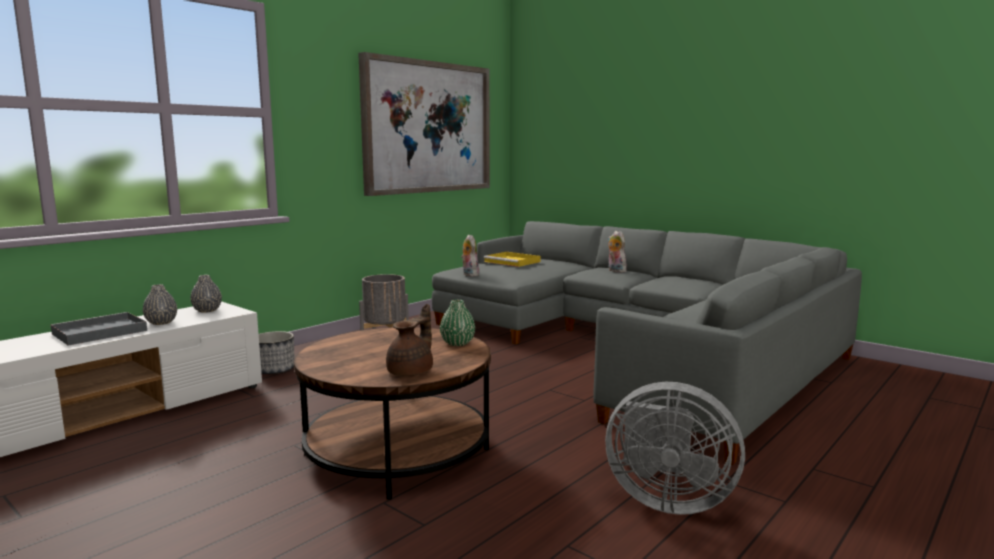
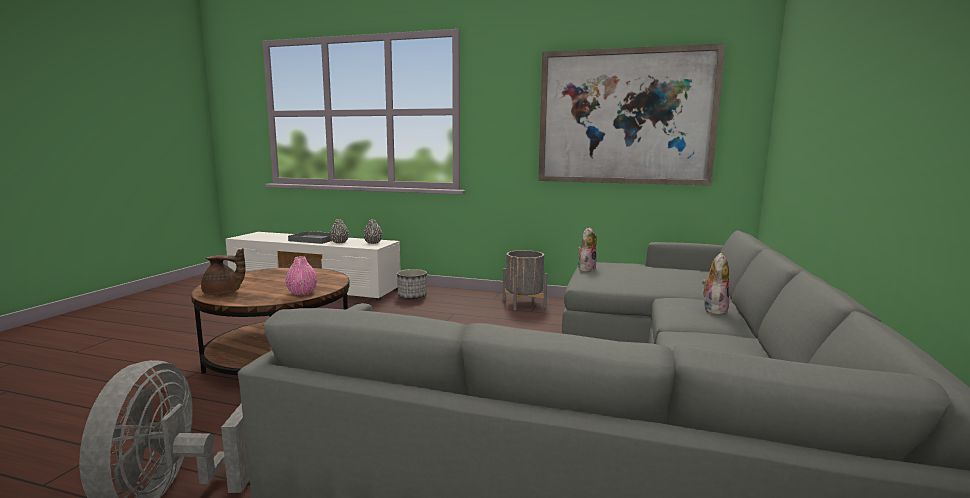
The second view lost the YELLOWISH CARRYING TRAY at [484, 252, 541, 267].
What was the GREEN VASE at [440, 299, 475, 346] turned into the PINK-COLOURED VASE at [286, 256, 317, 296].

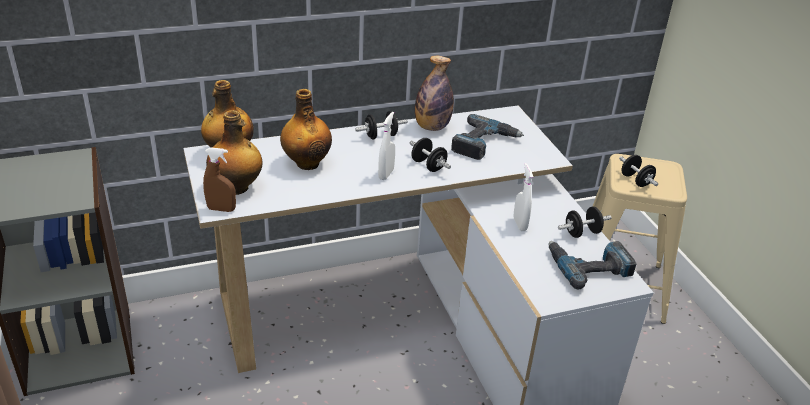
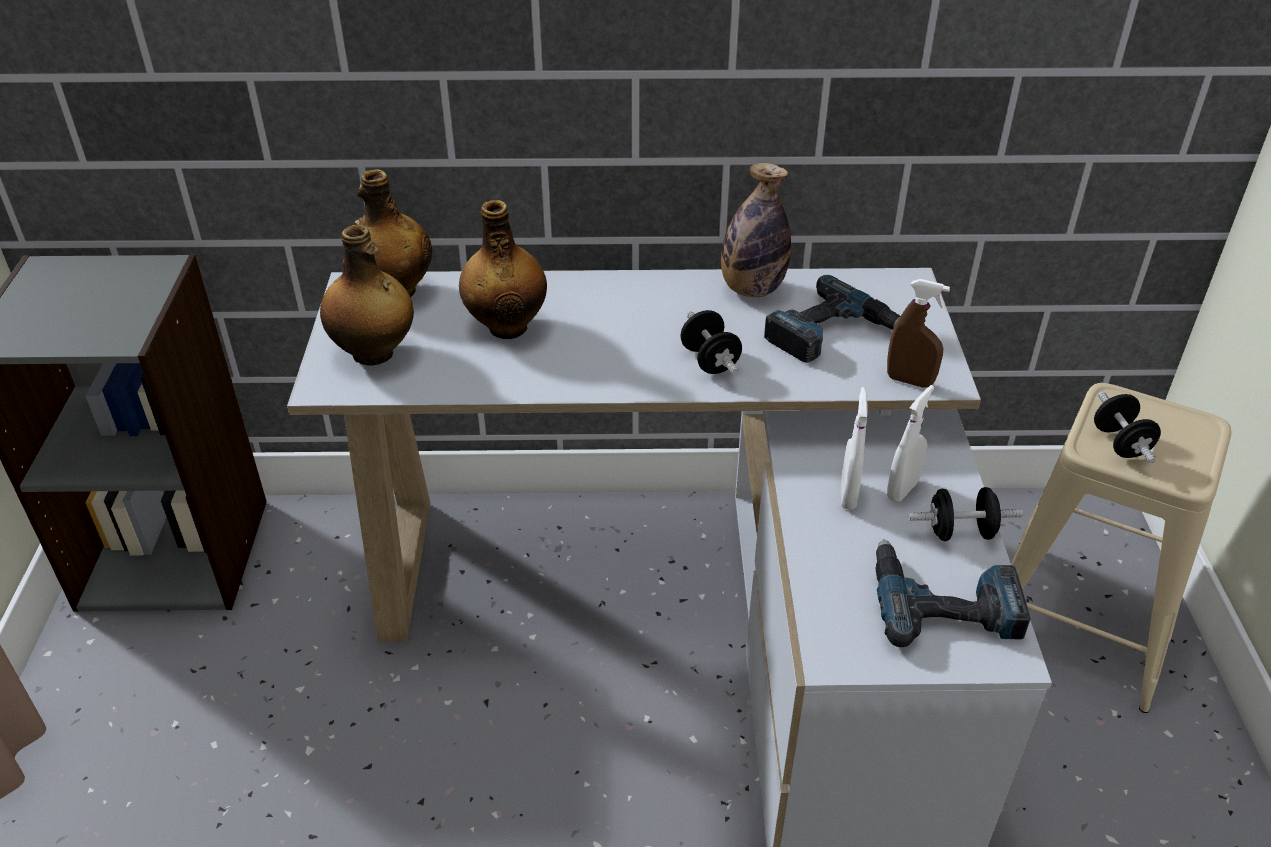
The second view lost the BLACKISH FREE WEIGHT at [355, 111, 408, 139].
The BROWN SPRAYER ended up elsewhere, having gone from [203, 147, 236, 212] to [887, 279, 950, 388].
The WHITE-COLOURED SPRAYER ended up elsewhere, having gone from [378, 112, 395, 180] to [887, 385, 935, 502].

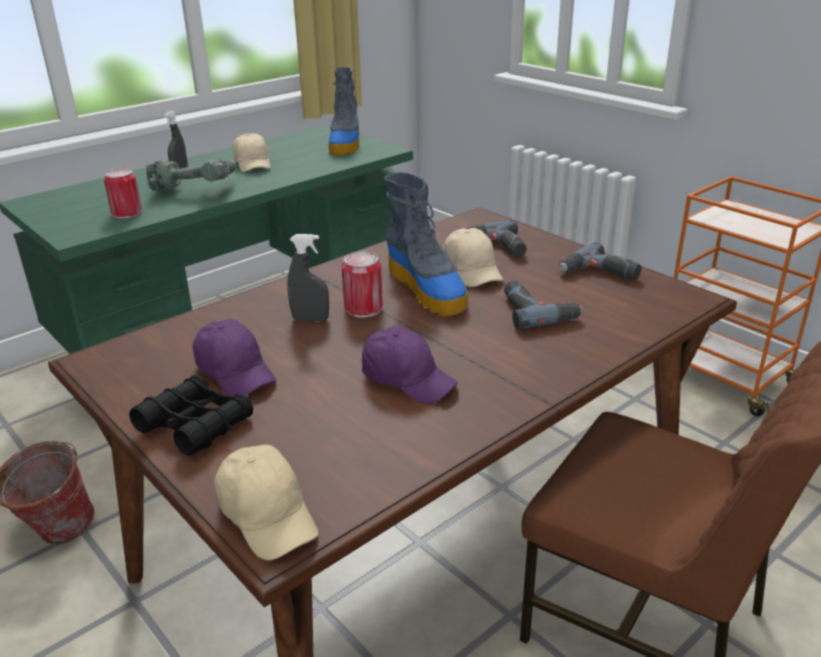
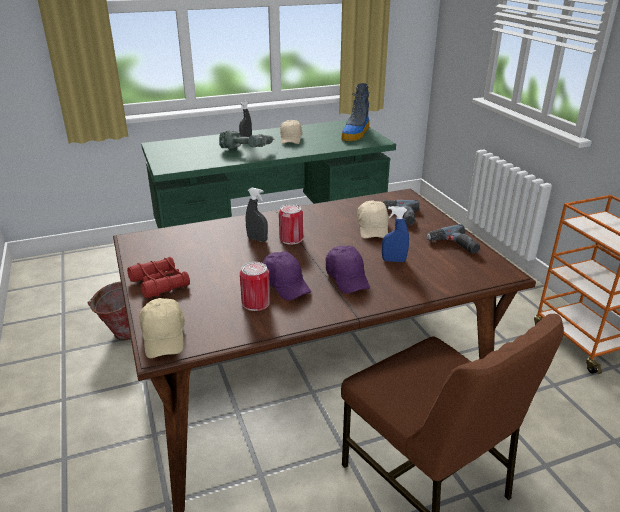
The second view lost the HIGH-TOP BOOT at [384, 172, 468, 316].
The METAL CAN ended up elsewhere, having gone from [104, 168, 142, 219] to [240, 262, 270, 311].
The PURPLE BASEBALL CAP ended up elsewhere, having gone from [192, 319, 276, 397] to [326, 246, 370, 294].
Where the POWER DRILL stood at [504, 280, 583, 329], the BLUE SPRAYER came to stand at [382, 206, 409, 262].
What was the BLACKISH PAIR OF BINOCULARS at [129, 375, 253, 455] turned into the RED-COLOURED PAIR OF BINOCULARS at [127, 257, 190, 298].

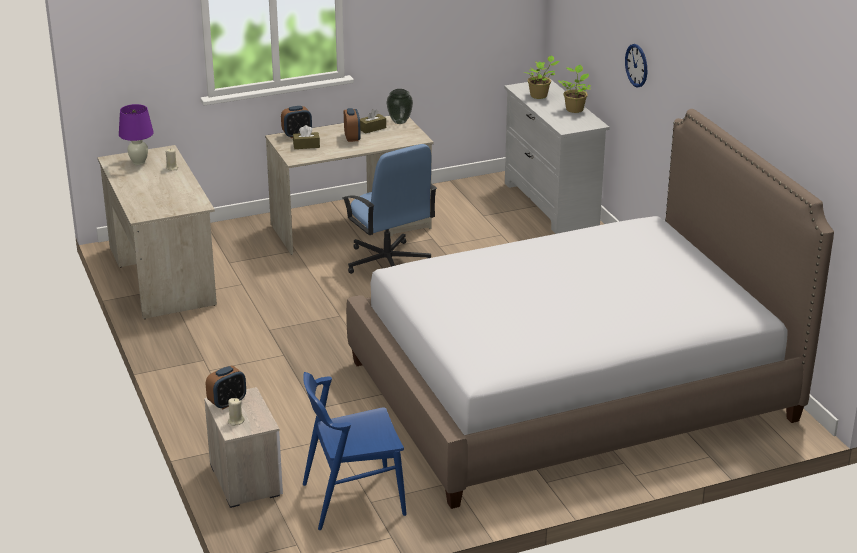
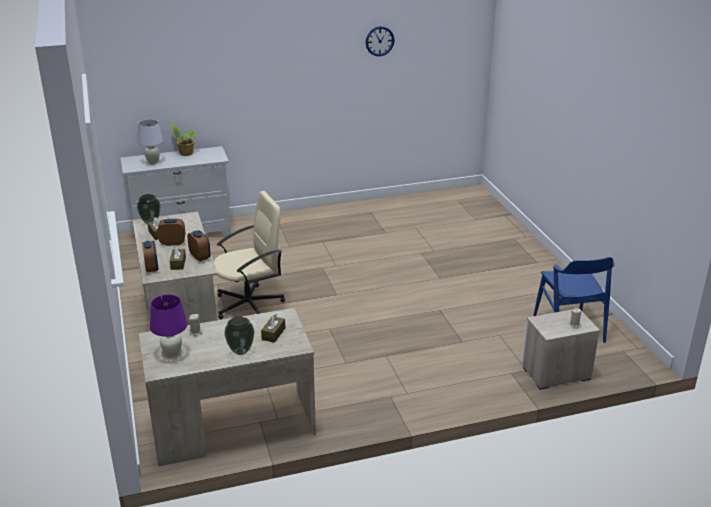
The second view lost the BEDROOM BED at [346, 109, 834, 509].
The second view gained the VASE at [224, 316, 254, 355].
The second view gained the BROWN BOX OF TISSUES at [261, 314, 285, 343].
The BEDSIDE CLOCK ended up elsewhere, having gone from [206, 366, 246, 409] to [187, 230, 211, 261].
The HANGING CLOCK ended up elsewhere, having gone from [625, 44, 647, 88] to [366, 26, 395, 56].
Where the POTTED PLANT stood at [523, 55, 560, 99], the WHITE-COLOURED LAMP FOR A TABLE came to stand at [138, 119, 163, 164].
What was the BLUE COMPUTER CHAIR at [342, 144, 437, 274] turned into the BEIGE COMPUTER CHAIR at [214, 191, 285, 319].

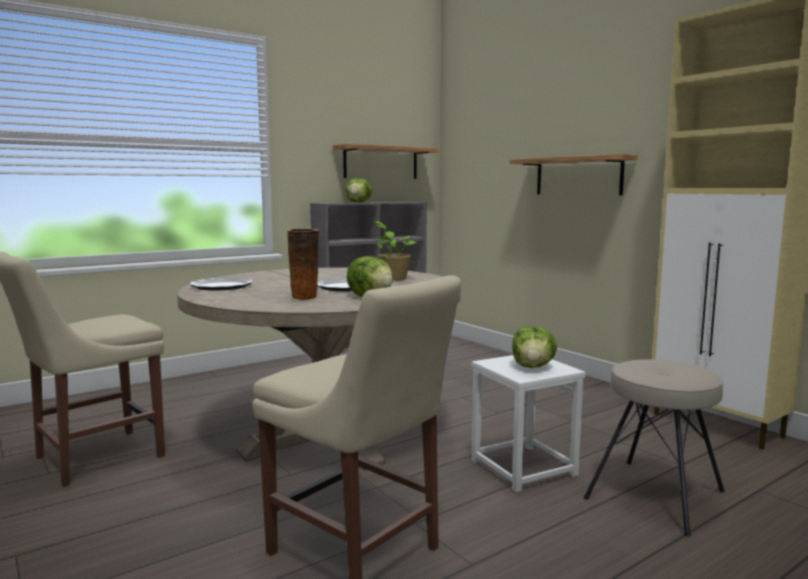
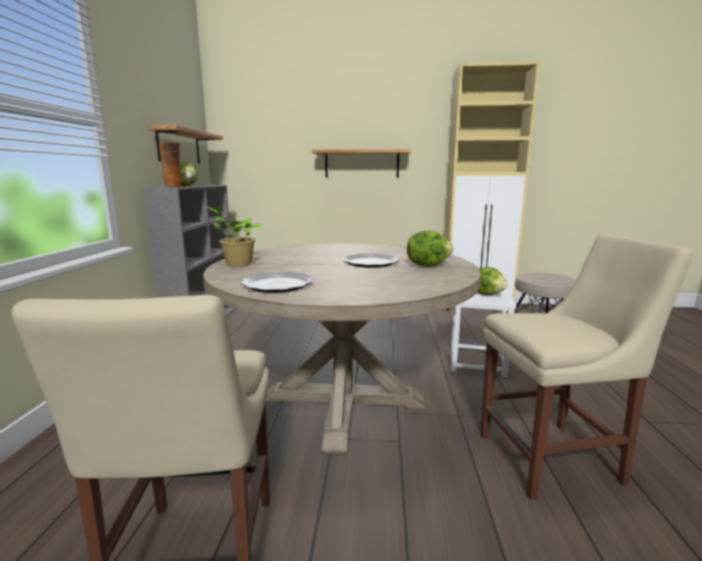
The VASE ended up elsewhere, having gone from [287, 228, 319, 300] to [158, 142, 181, 187].
The POTTED PLANT ended up elsewhere, having gone from [373, 221, 417, 281] to [205, 206, 262, 266].

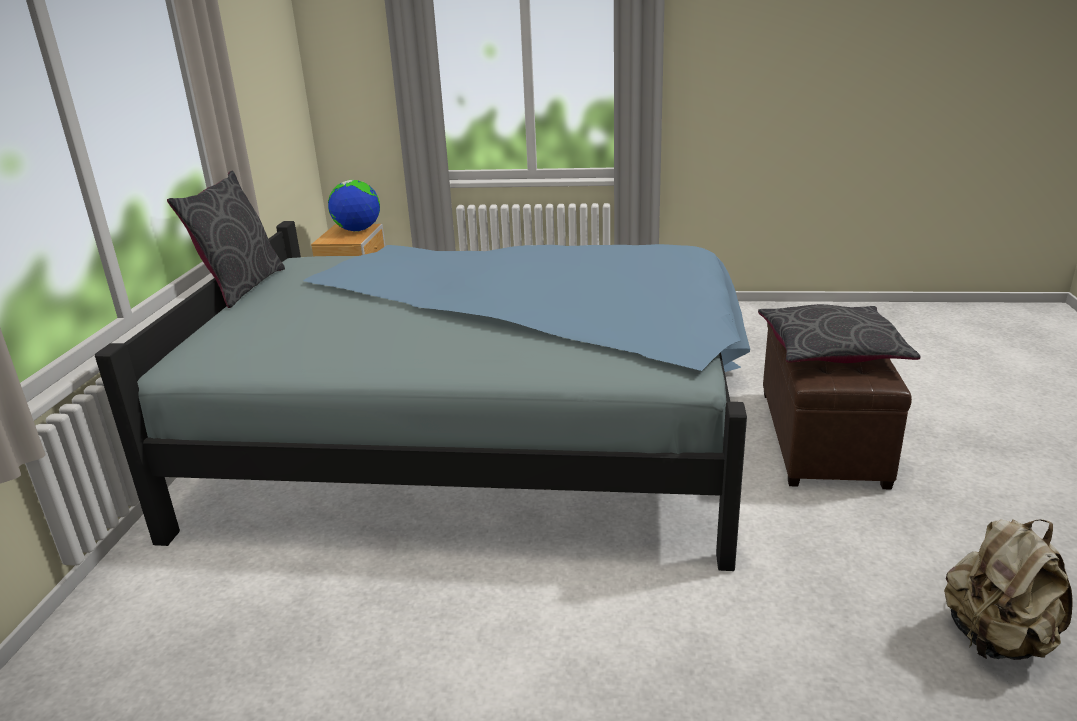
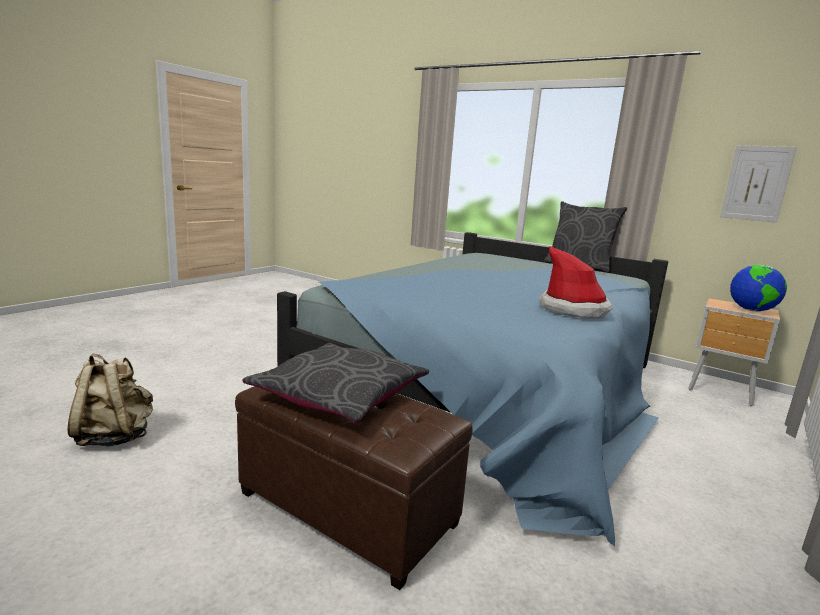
The second view gained the HAT at [539, 246, 613, 319].
The second view gained the PICTURE at [720, 145, 797, 223].

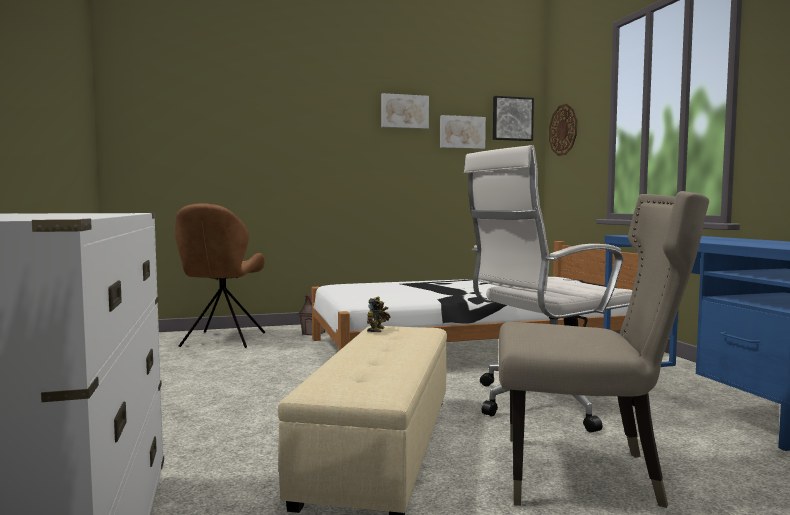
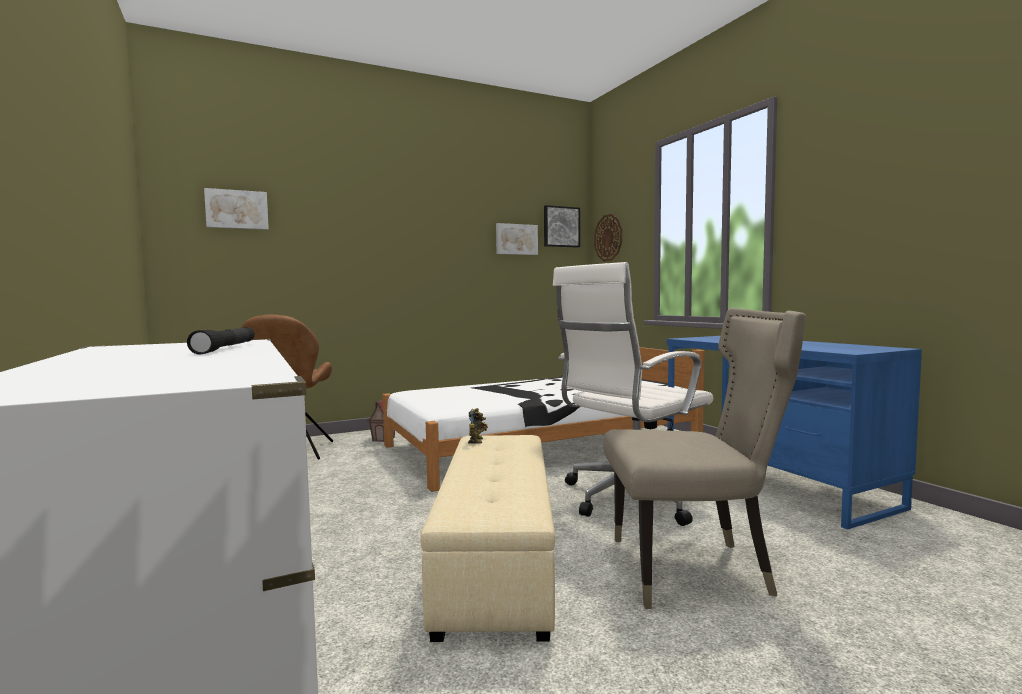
The second view gained the BLACKISH HAND TORCH at [187, 327, 255, 355].
The PICTURE ended up elsewhere, having gone from [381, 93, 429, 129] to [204, 188, 269, 230].

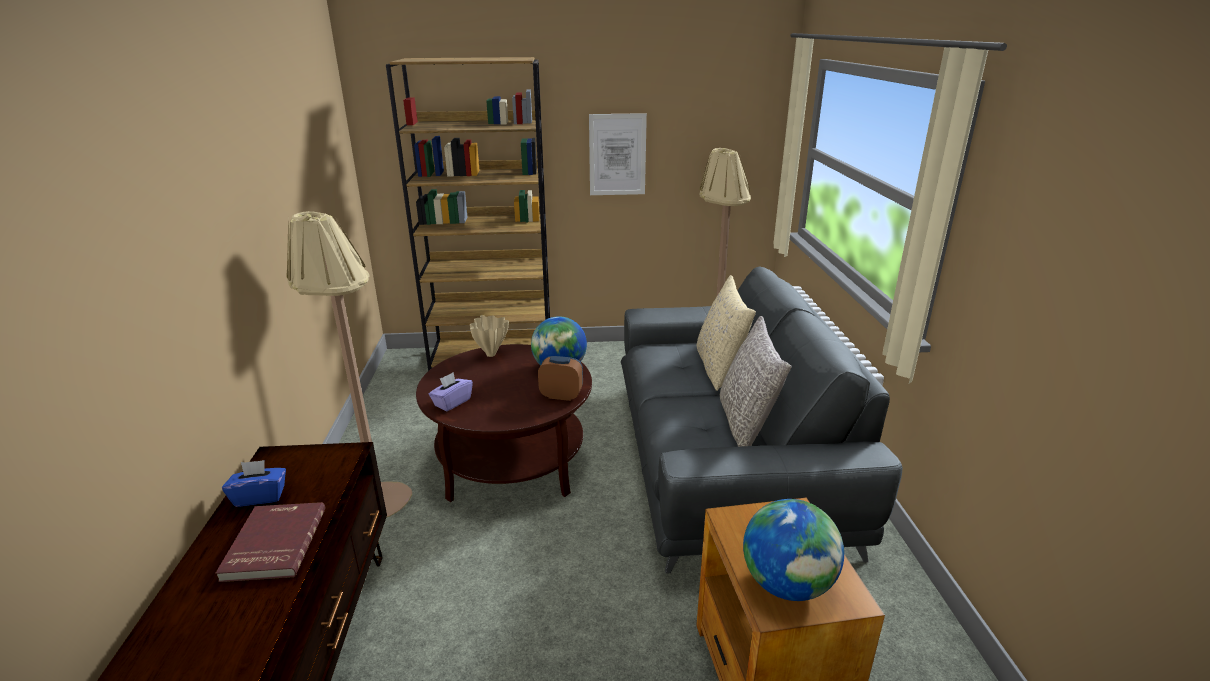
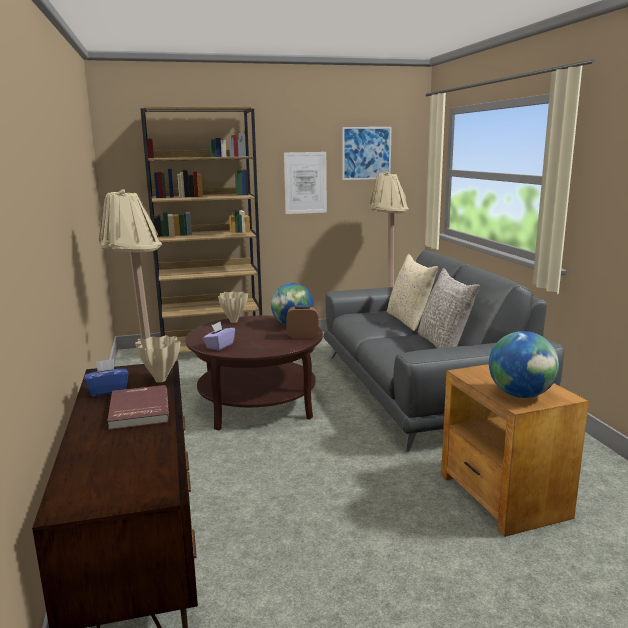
The second view gained the BEIGE VASE at [135, 335, 181, 383].
The second view gained the PICTURE at [342, 127, 391, 180].

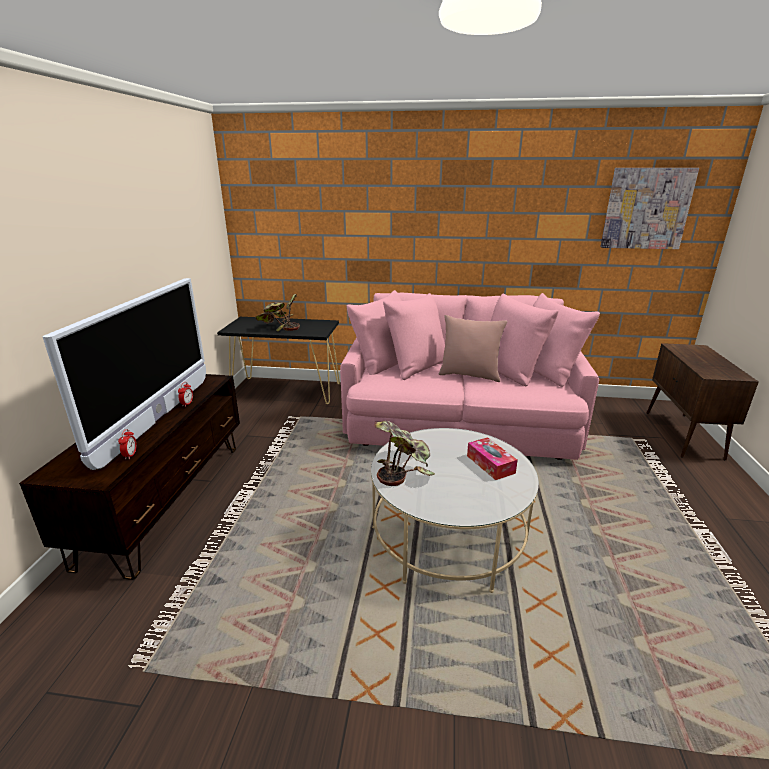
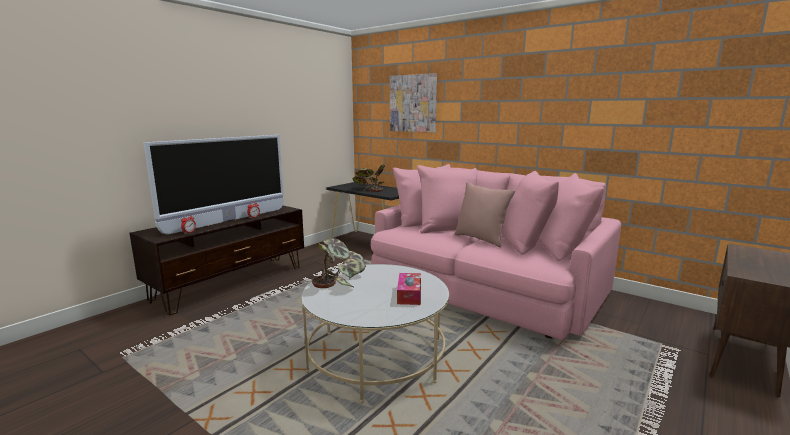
The PICTURE ended up elsewhere, having gone from [600, 168, 699, 249] to [390, 73, 437, 133].

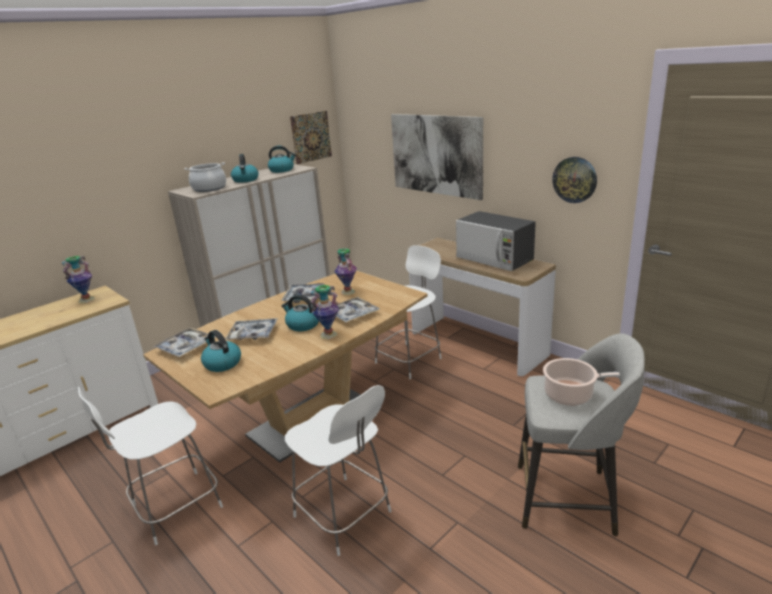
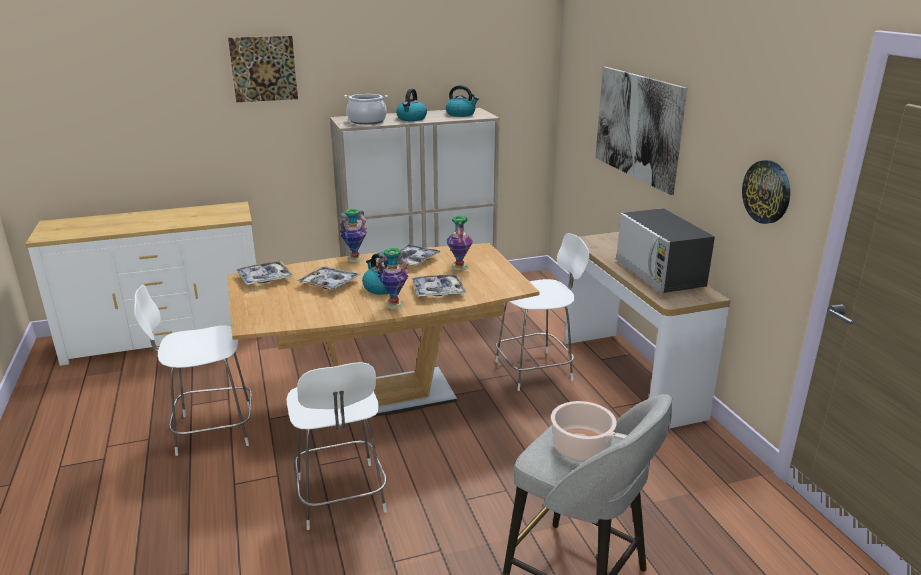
The second view lost the WATER KETTLE at [201, 330, 241, 372].
The VASE ended up elsewhere, having gone from [62, 256, 95, 303] to [339, 209, 367, 262].
The PICTURE ended up elsewhere, having gone from [290, 111, 332, 164] to [228, 36, 298, 102].

